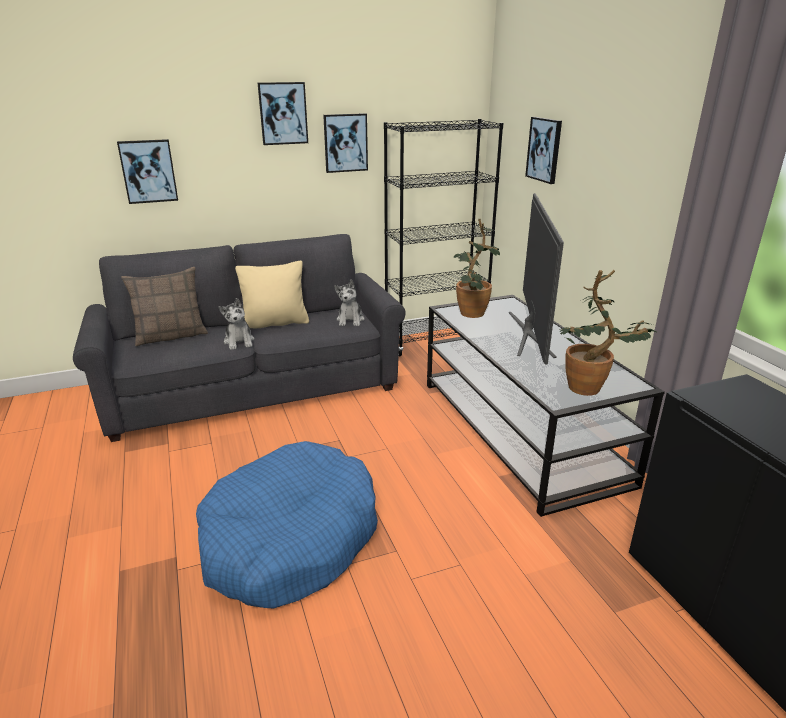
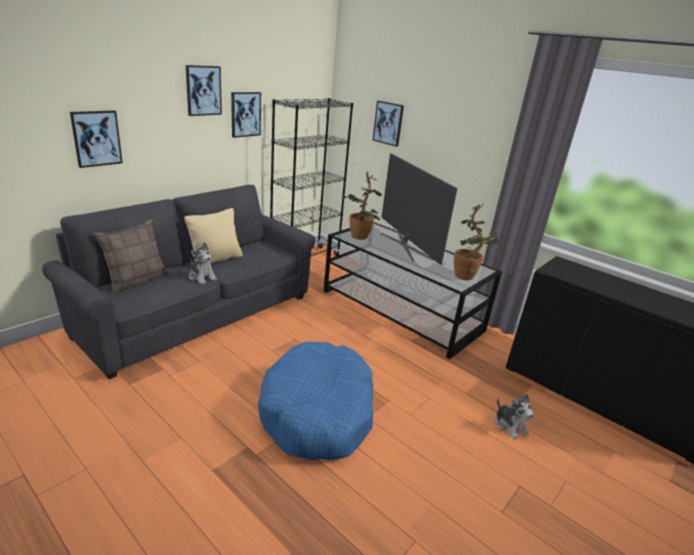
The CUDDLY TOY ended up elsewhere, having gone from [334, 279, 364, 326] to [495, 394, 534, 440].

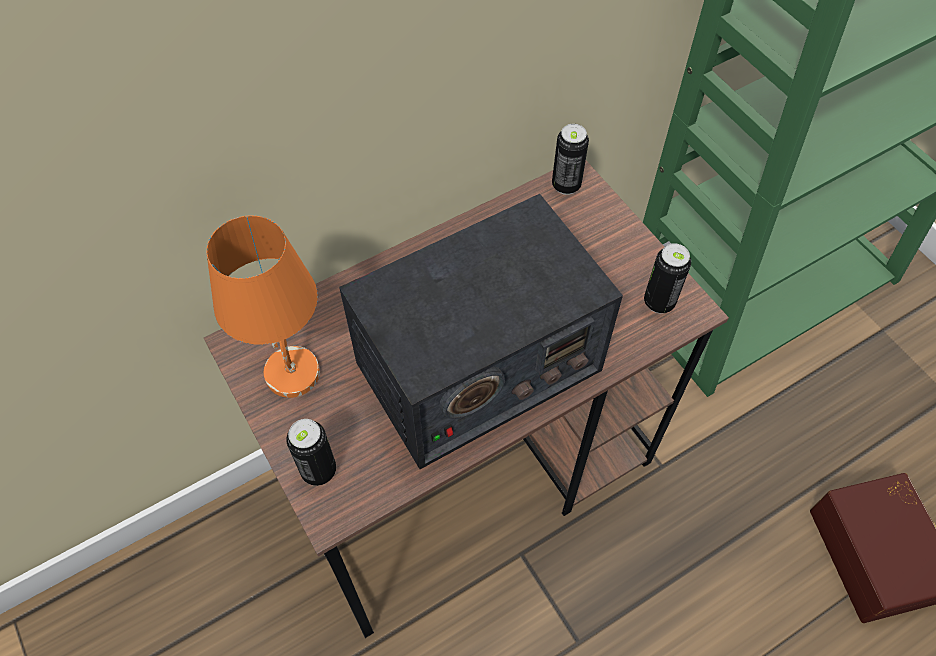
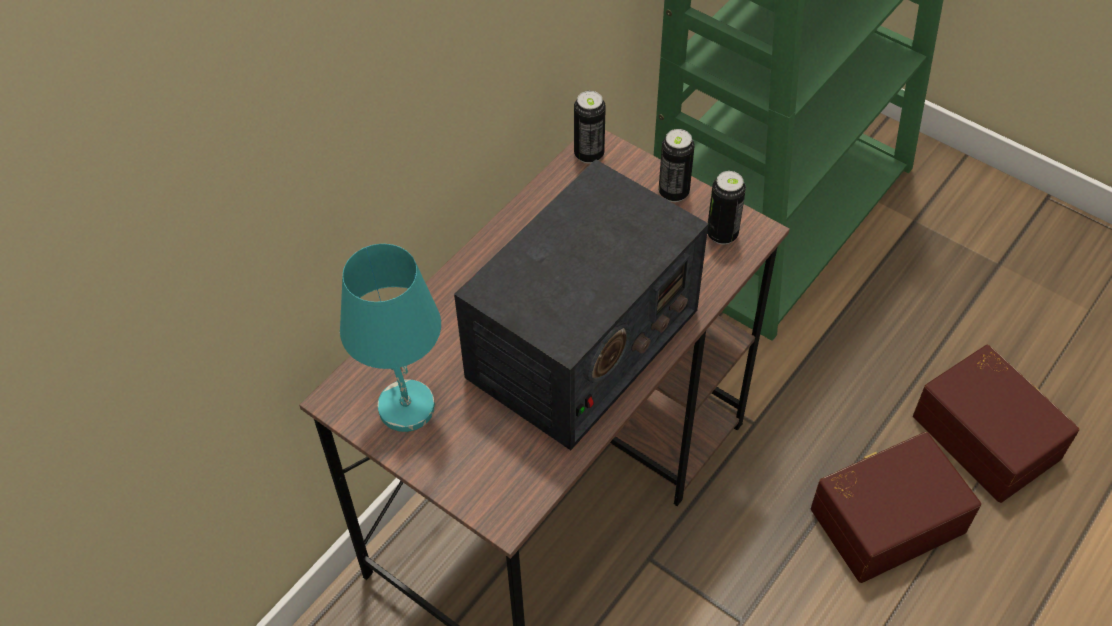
The second view gained the BROWN STORAGE BOX at [811, 432, 981, 583].
The METAL CAN ended up elsewhere, having gone from [286, 419, 336, 486] to [659, 129, 695, 202].
What was the ORANGEY LAMP FOR A TABLE at [207, 215, 320, 398] turned into the TURQUOISE LAMP FOR A TABLE at [340, 244, 441, 432].

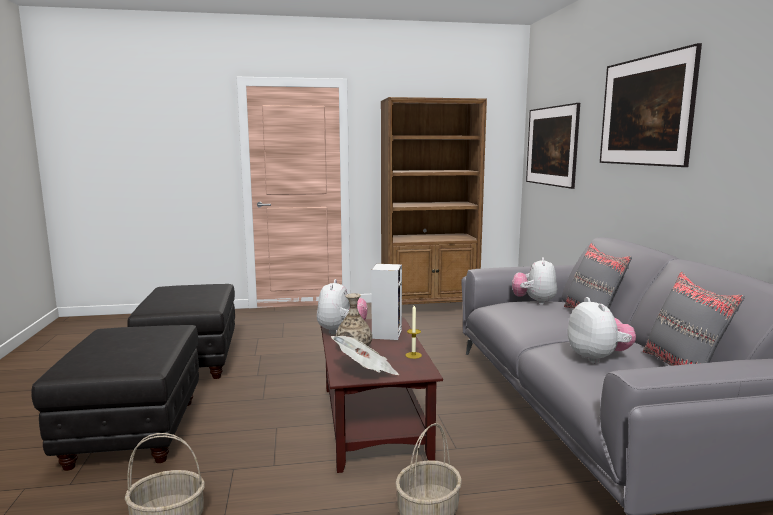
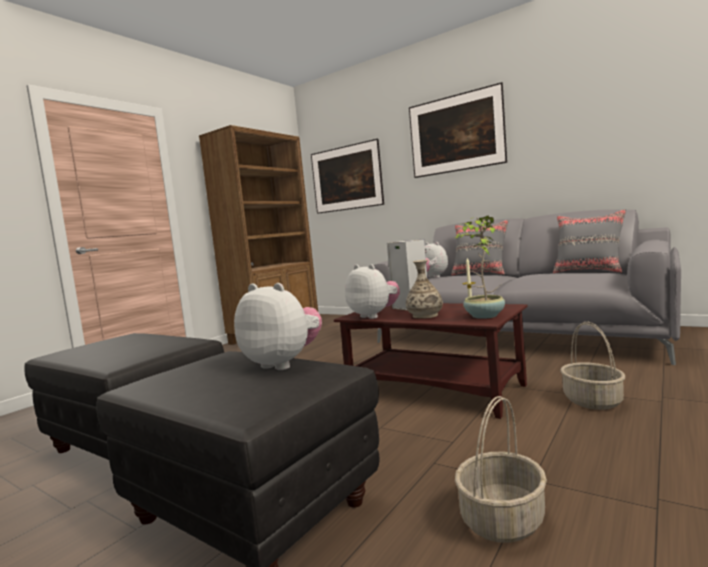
The CUDDLY TOY ended up elsewhere, having gone from [567, 297, 636, 364] to [234, 283, 322, 370].
Where the PRINTED PAPER stood at [331, 336, 400, 375], the POTTED PLANT came to stand at [455, 216, 505, 319].

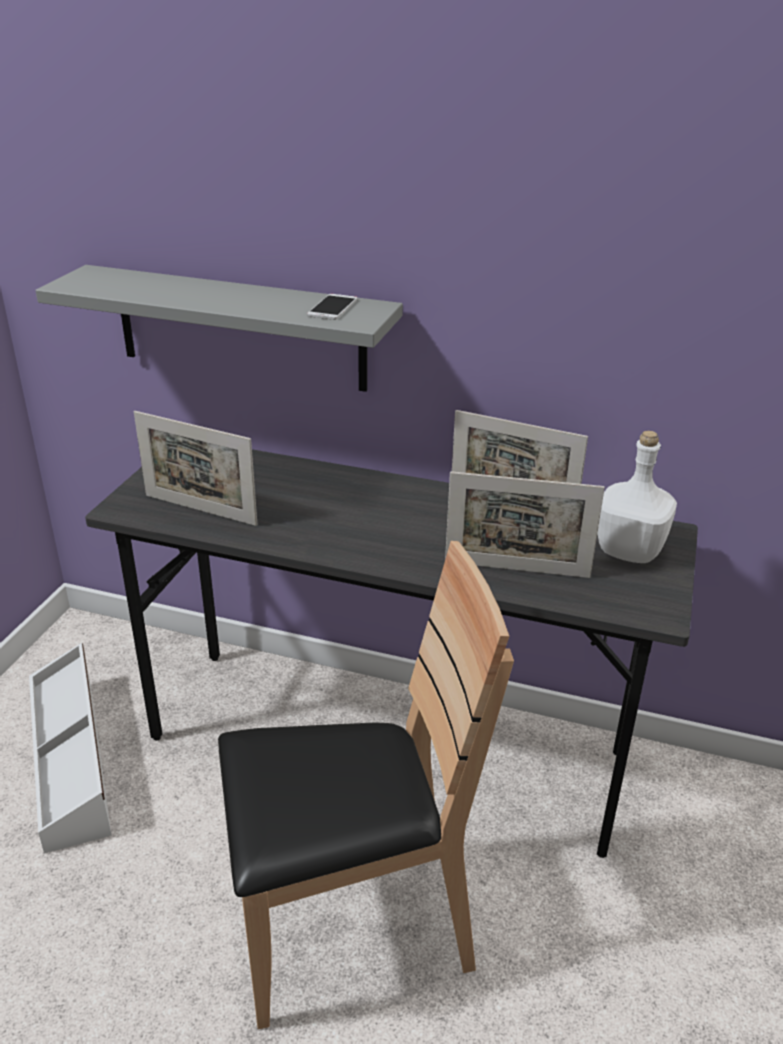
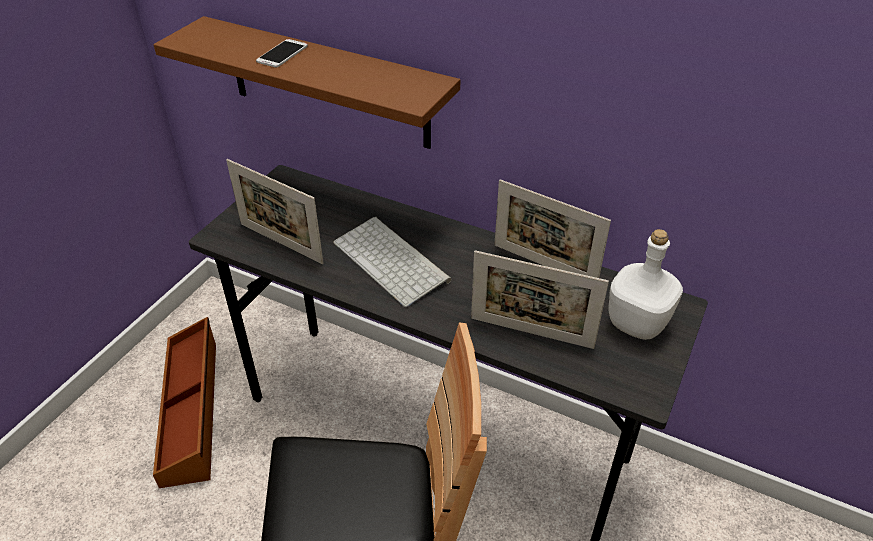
The second view gained the KEYBOARD at [333, 217, 452, 307].
The HANDSET ended up elsewhere, having gone from [307, 294, 358, 320] to [256, 39, 308, 68].
What was the WHITE-COLOURED STORAGE BOX at [29, 643, 112, 854] turned into the BROWN STORAGE BOX at [153, 317, 216, 488].
What was the GRAY WALL SHELF at [35, 265, 403, 392] turned into the BROWN WALL SHELF at [153, 16, 460, 149].

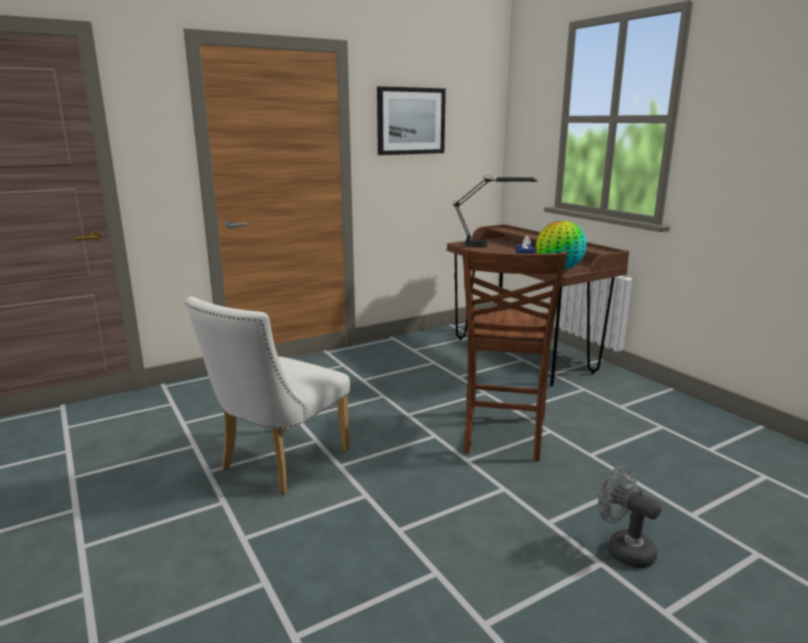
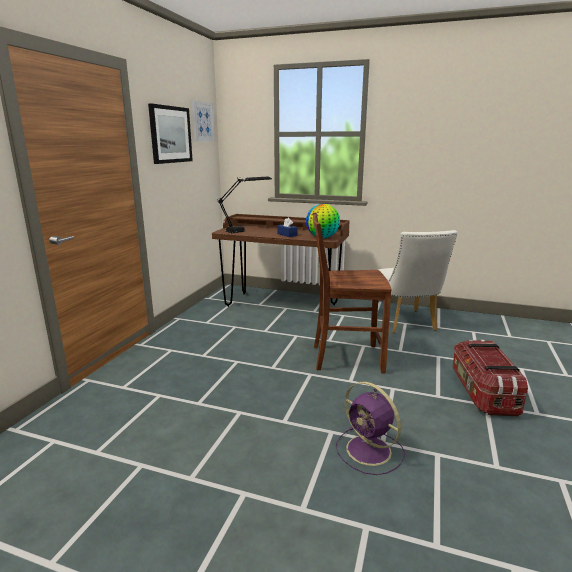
The second view gained the PICTURE at [191, 100, 215, 141].
The second view gained the PURPLE FAN at [336, 382, 405, 475].
The WHITE-COLOURED UPRIGHT CHAIR ended up elsewhere, having gone from [185, 297, 350, 495] to [378, 230, 457, 333].
Where the GRAY FAN stood at [598, 465, 662, 568], the STORAGE BOX came to stand at [452, 339, 528, 416].
The BROWN UPRIGHT CHAIR at [462, 248, 567, 462] ended up facing another way, 120 degrees clockwise from before.

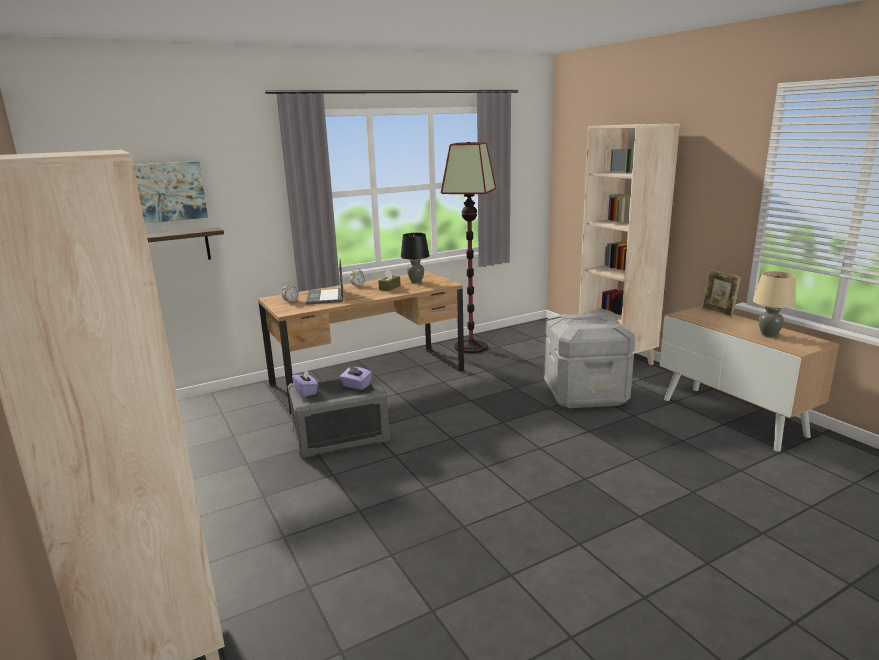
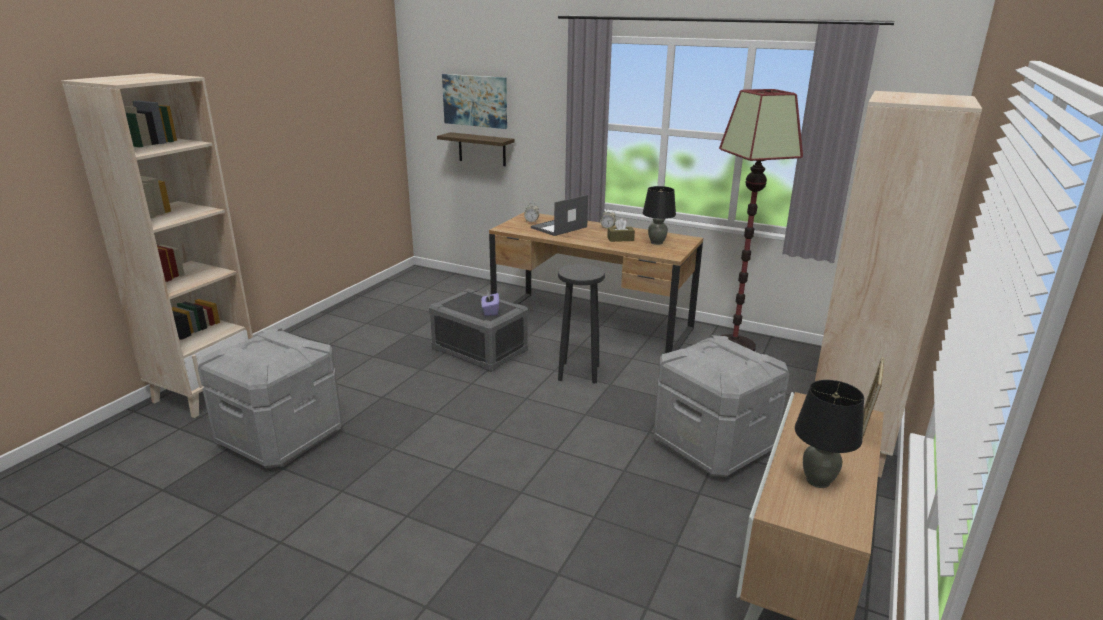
The second view lost the PURPLE BOX OF TISSUES at [292, 369, 318, 397].
The second view gained the GRAY STORAGE BOX at [198, 328, 342, 468].
The second view gained the BLACKISH STOOL SEAT at [558, 264, 605, 383].
What was the BEIGE LAMP FOR A TABLE at [753, 271, 796, 337] turned into the BLACKISH LAMP FOR A TABLE at [795, 380, 864, 488].

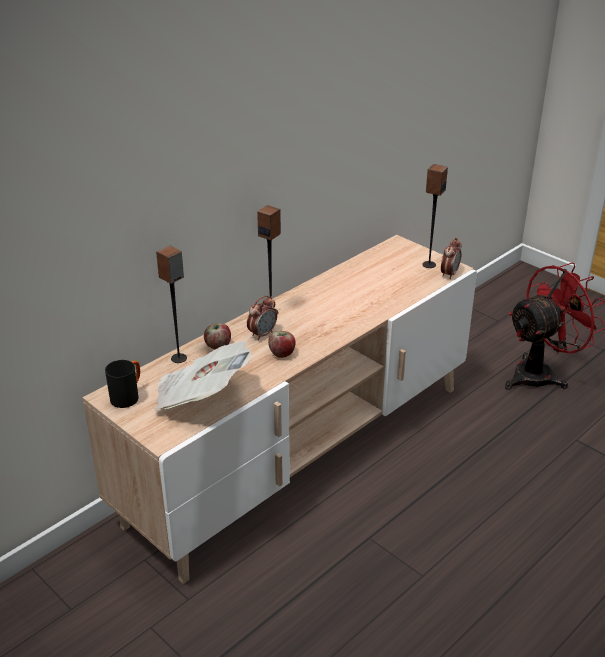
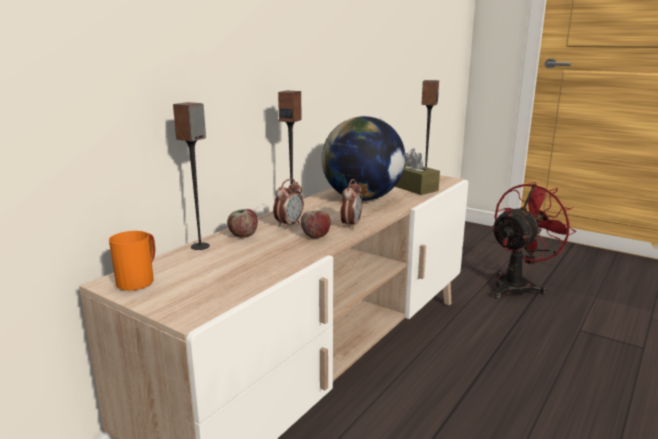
The second view lost the PRINTED PAPER at [154, 341, 252, 411].
The second view gained the WORLD GLOBE at [322, 116, 406, 201].
The second view gained the BROWN BOX OF TISSUES at [395, 149, 440, 195].
The BEDSIDE CLOCK ended up elsewhere, having gone from [441, 237, 462, 279] to [340, 179, 363, 229].
What was the BLACKISH TEA MUG at [105, 360, 140, 408] turned into the ORANGEY TEA MUG at [109, 231, 155, 291].

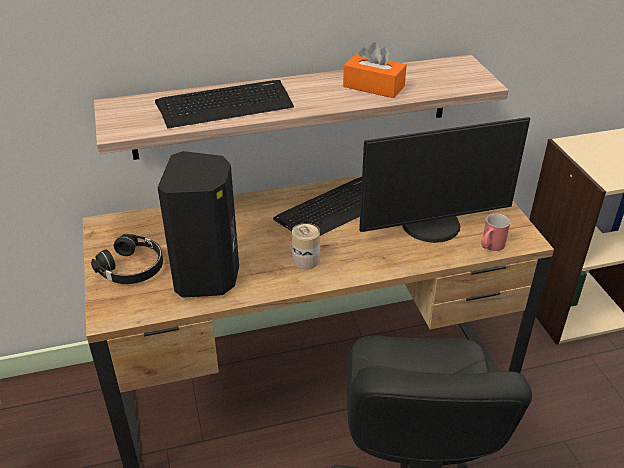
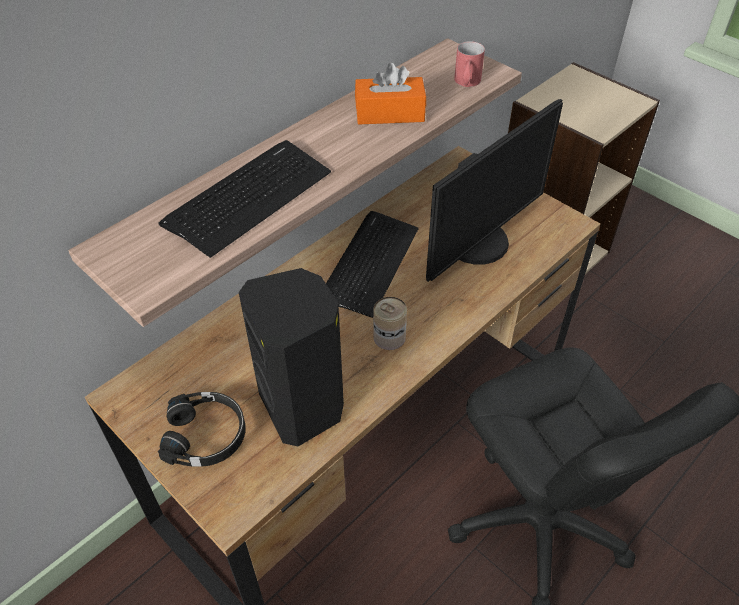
The RED-COLOURED TEA MUG ended up elsewhere, having gone from [481, 214, 510, 251] to [454, 41, 485, 87].

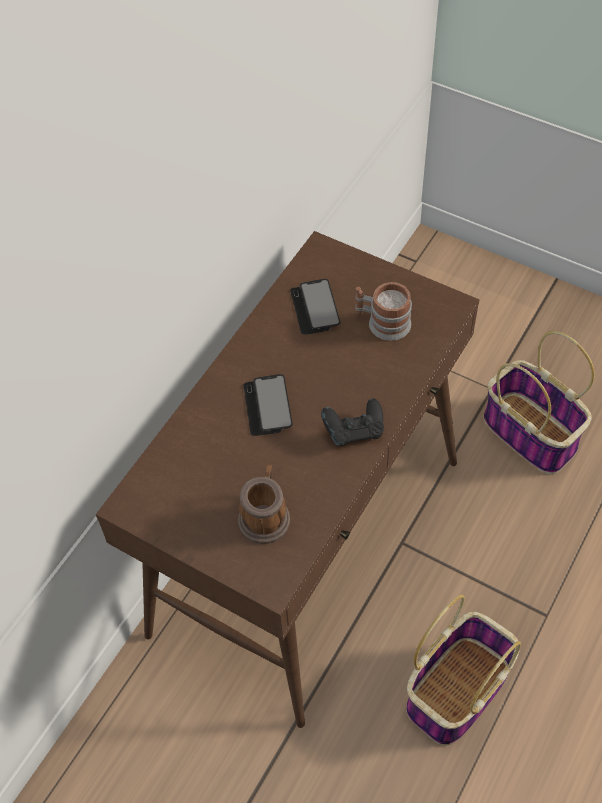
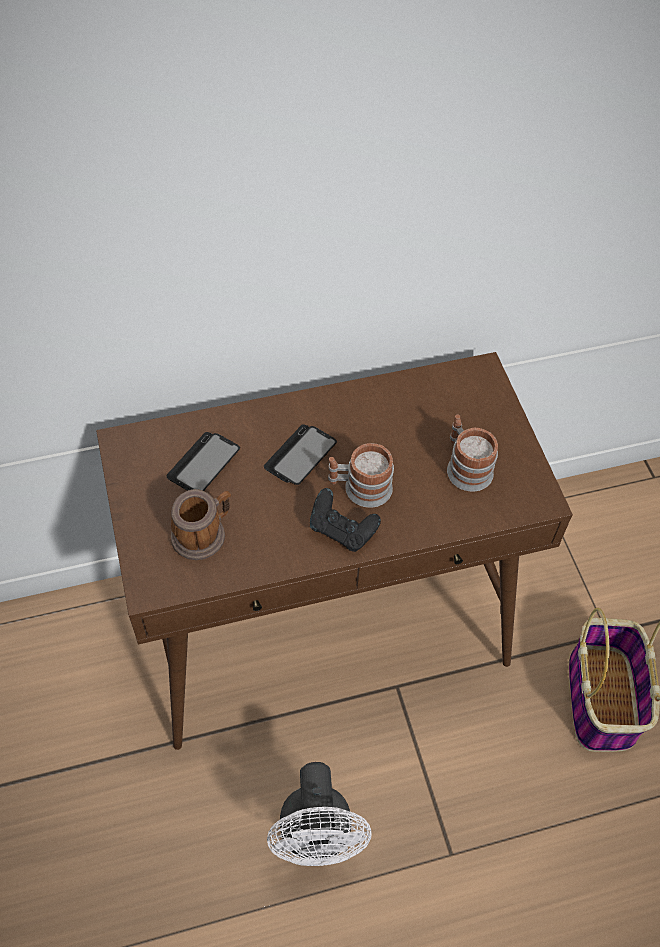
The second view gained the TEA MUG at [328, 443, 394, 508].
The HANDSET ended up elsewhere, having gone from [290, 279, 341, 335] to [167, 432, 240, 491].
Where the BASKET stood at [406, 595, 521, 746], the WHITE-COLOURED FAN came to stand at [267, 762, 372, 866].

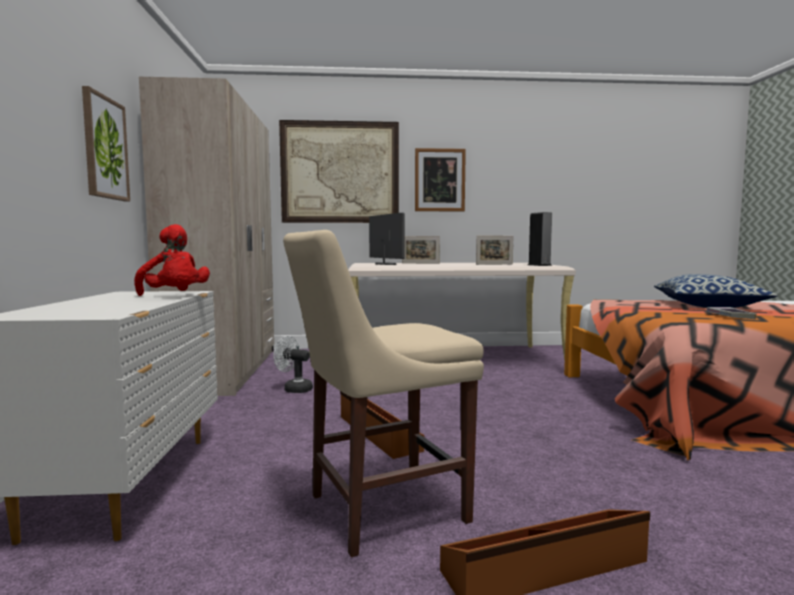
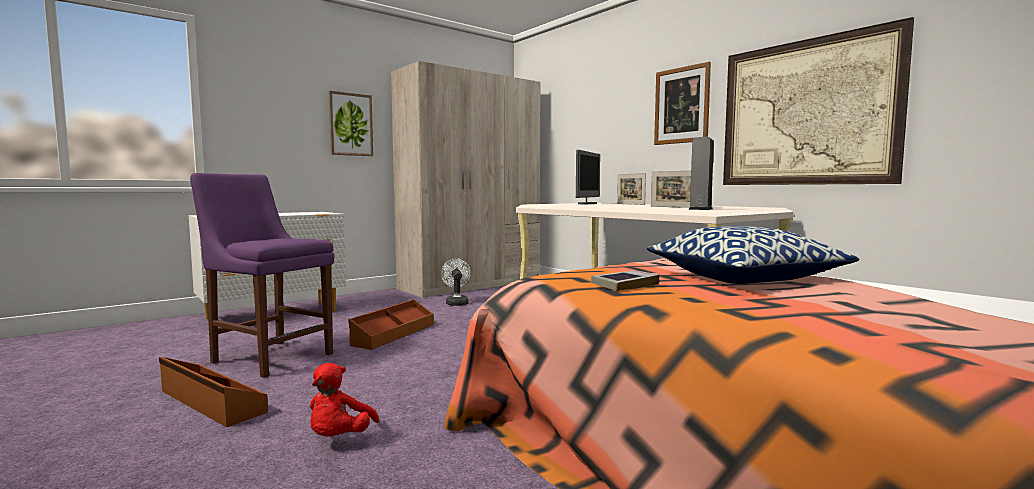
The RED-COLOURED CUDDLY TOY ended up elsewhere, having gone from [134, 224, 210, 296] to [310, 363, 379, 437].
The PICTURE ended up elsewhere, having gone from [279, 120, 399, 223] to [723, 17, 914, 185].
What was the BEIGE UPRIGHT CHAIR at [283, 230, 484, 557] turned into the PURPLE UPRIGHT CHAIR at [190, 173, 334, 378].

